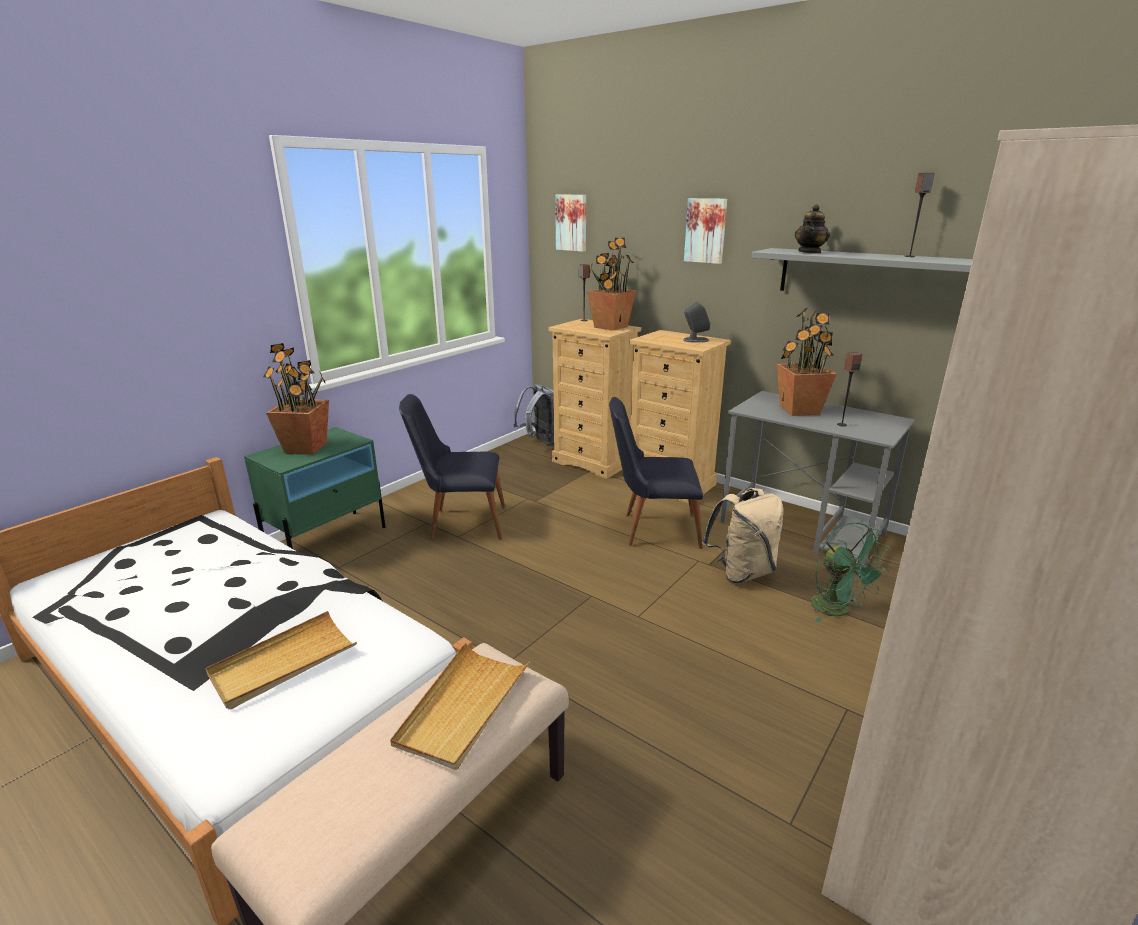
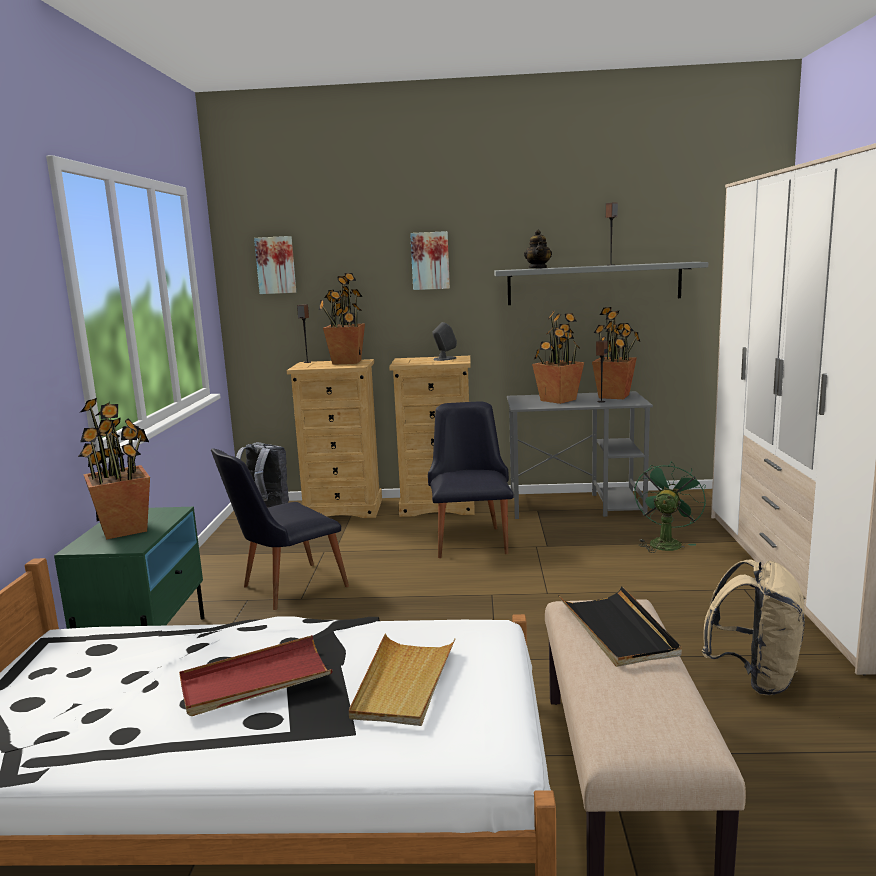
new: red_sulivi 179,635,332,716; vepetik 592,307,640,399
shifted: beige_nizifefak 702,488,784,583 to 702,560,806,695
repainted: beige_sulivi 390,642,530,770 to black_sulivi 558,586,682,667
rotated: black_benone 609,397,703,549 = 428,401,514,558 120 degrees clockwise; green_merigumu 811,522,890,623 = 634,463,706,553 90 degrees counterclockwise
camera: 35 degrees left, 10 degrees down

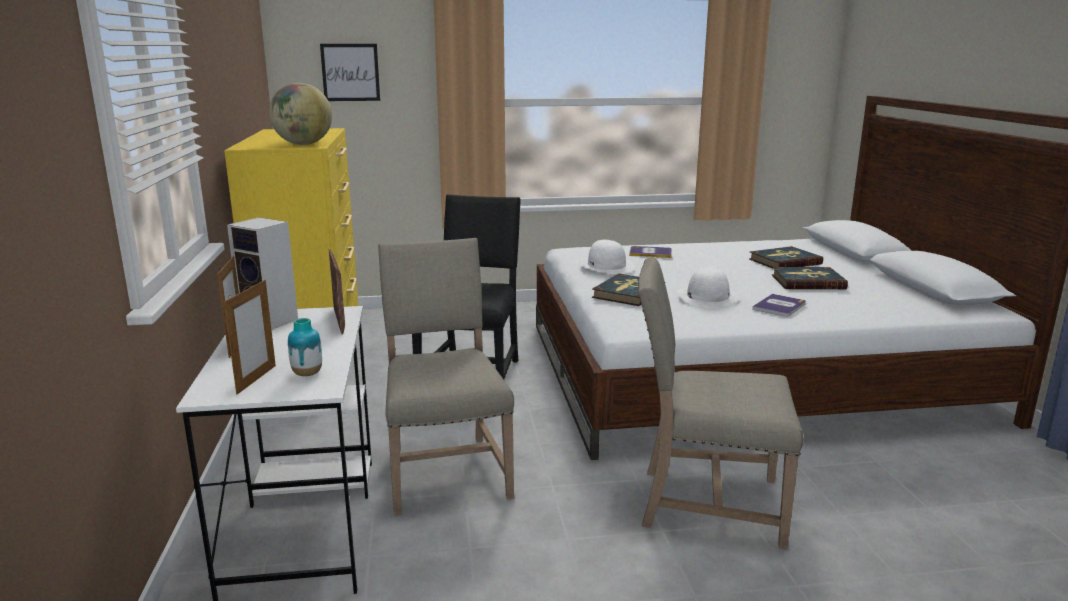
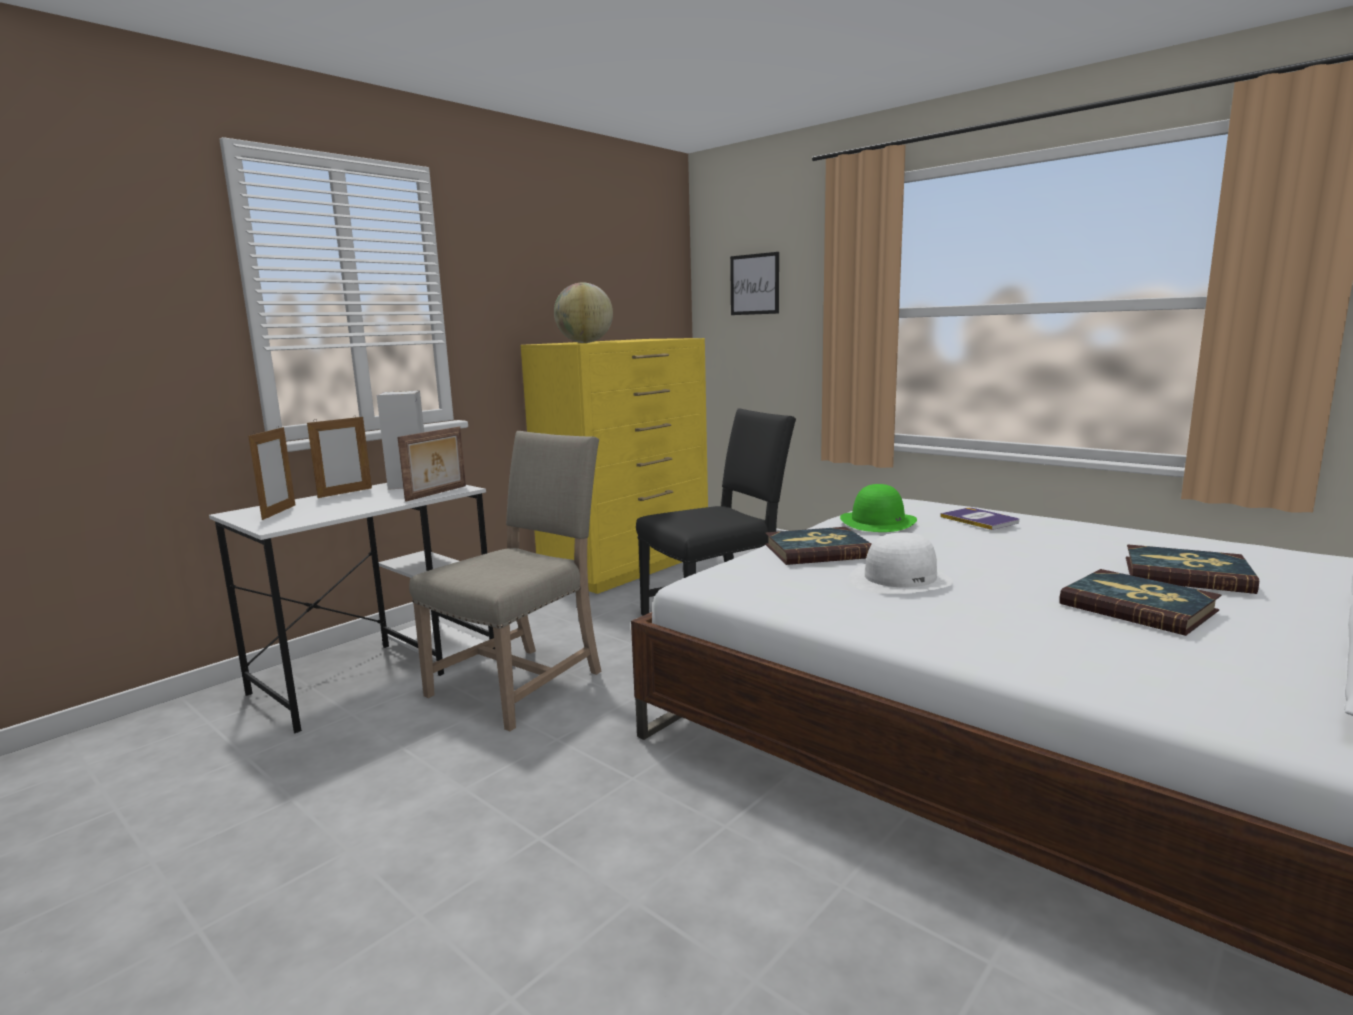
gone: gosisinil 288,318,322,376; beige_benone 638,257,804,549; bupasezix 752,294,806,316
repainted: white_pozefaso 579,240,635,274 to green_pozefaso 840,484,917,532
rotated: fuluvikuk 224,280,276,395 = 248,426,295,520 60 degrees counterclockwise
camera: 50 degrees right, 5 degrees down

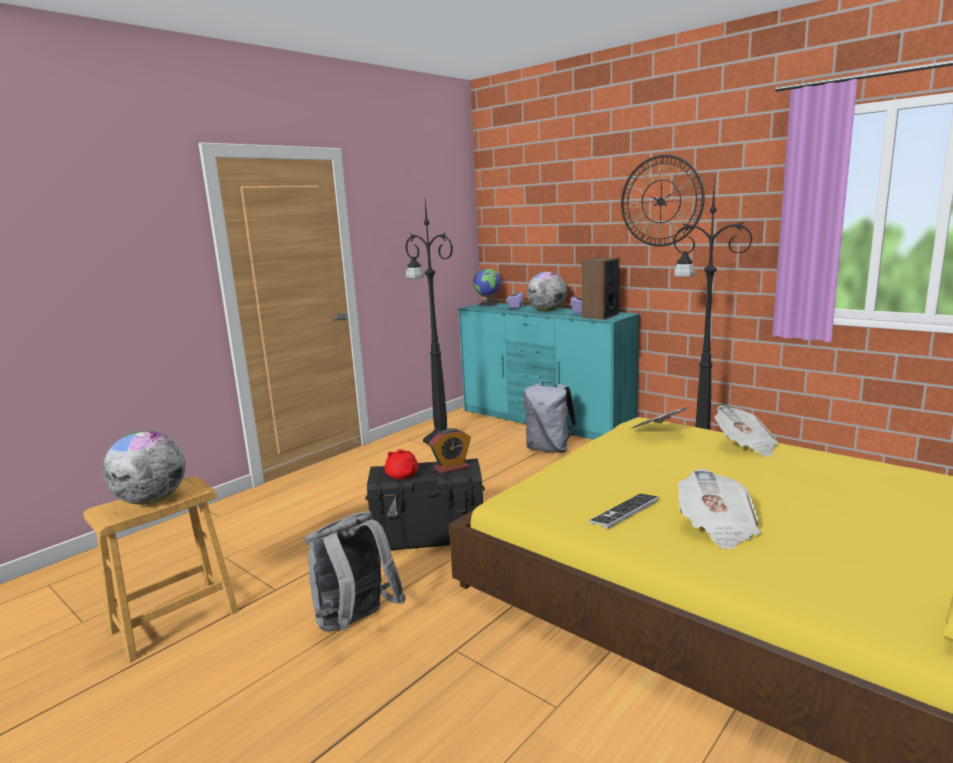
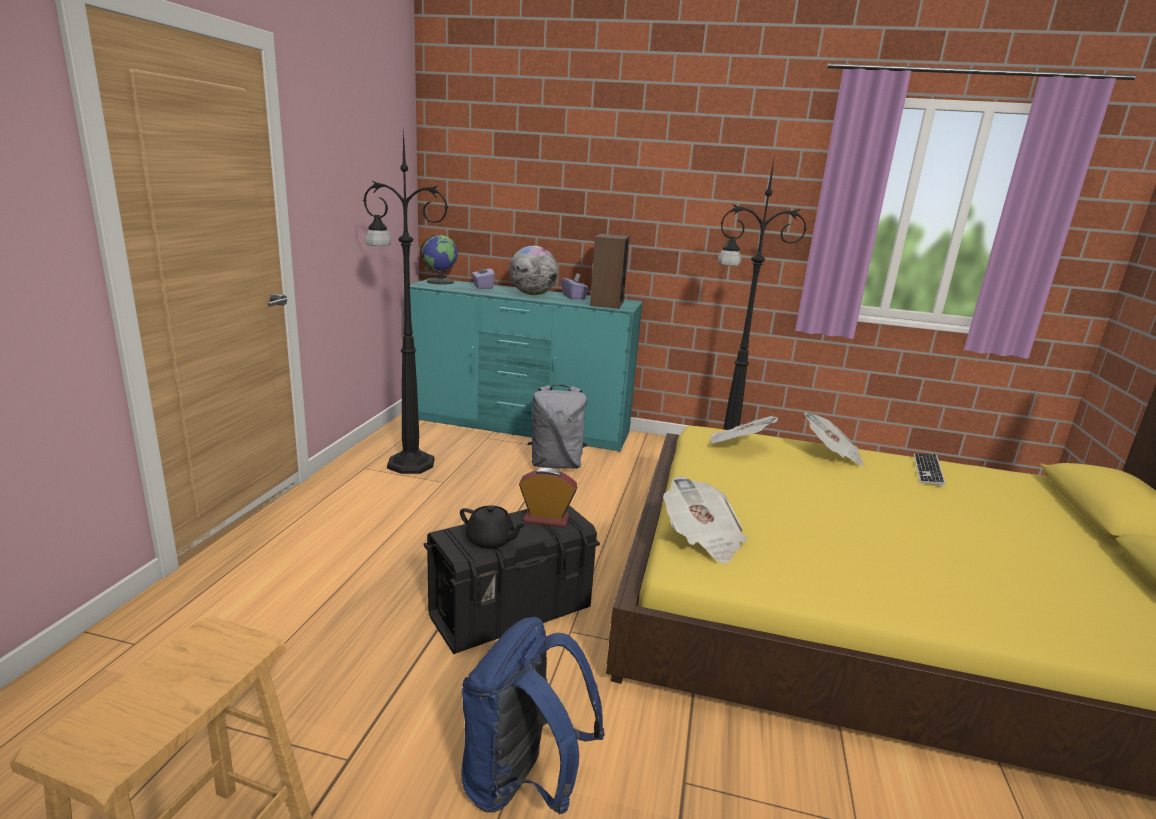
gone: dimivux 103,431,186,505; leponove 621,155,705,247
shifted: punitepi 589,494,659,529 to 914,454,946,486; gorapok 678,469,761,550 to 663,476,747,564
repainted: grey_nizifefak 305,511,406,631 to blue_nizifefak 462,617,605,814; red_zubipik 385,449,419,479 to black_zubipik 460,505,526,549
rotated: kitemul 429,428,471,474 = 519,468,577,527 120 degrees counterclockwise
camera: 30 degrees left, 5 degrees up

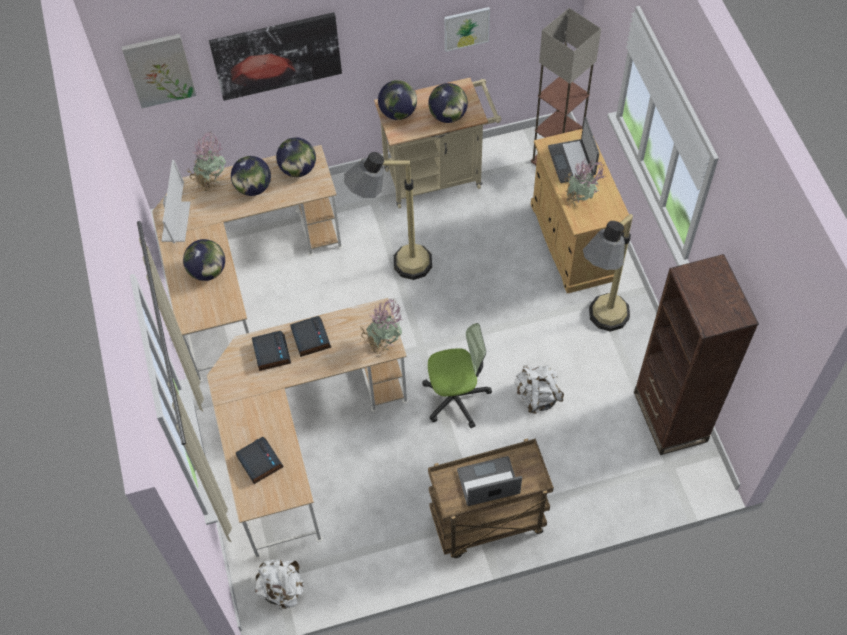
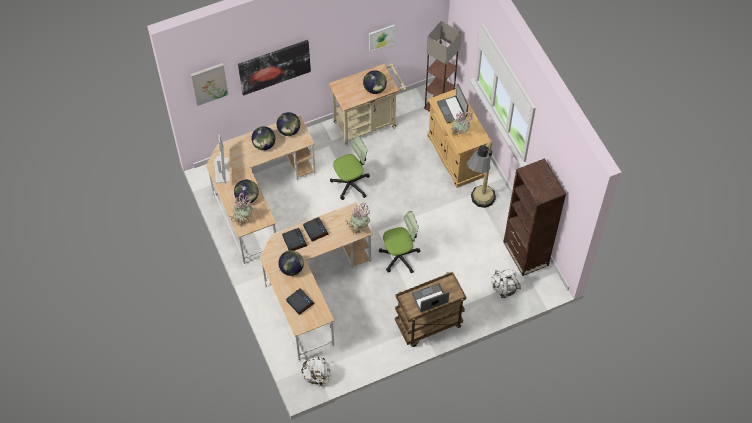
shifted: vepetik 187,131,226,191 to 230,192,253,226; dimivux 378,80,417,120 to 278,250,304,276; white_nizifefak 514,365,564,414 to 491,269,521,298
swapped: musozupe 344,152,432,280 to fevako 330,136,370,200
camera: 10 degrees left, 0 degrees up

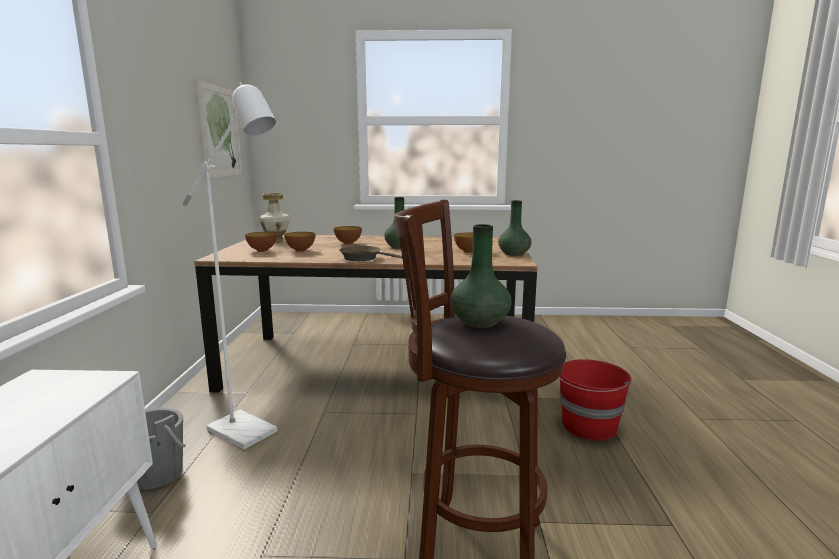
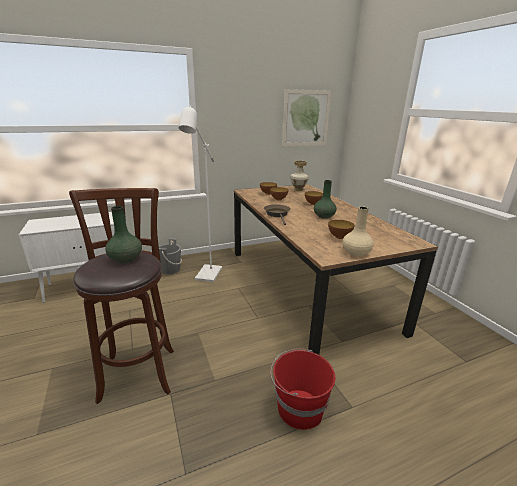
repainted: green_gosisinil 498,200,531,256 to beige_gosisinil 343,206,374,257
camera: 65 degrees right, 10 degrees up

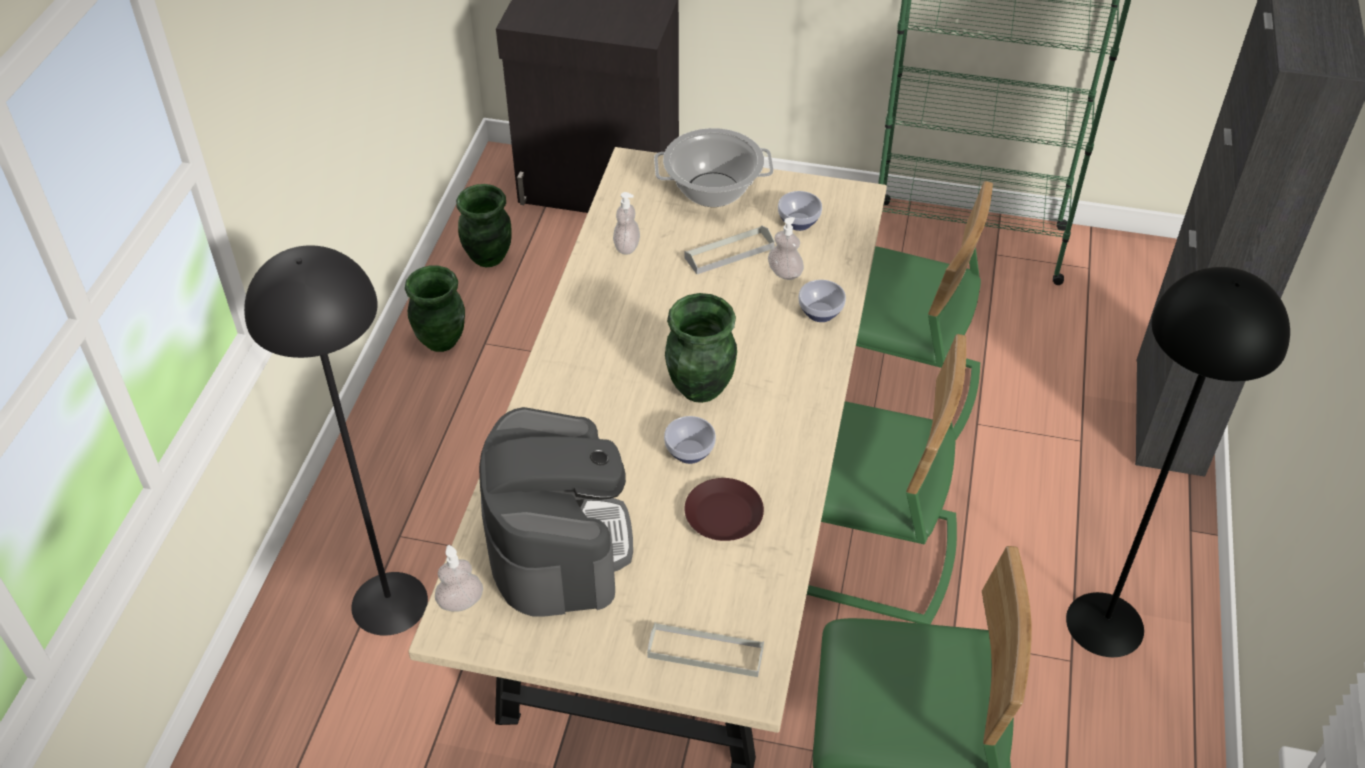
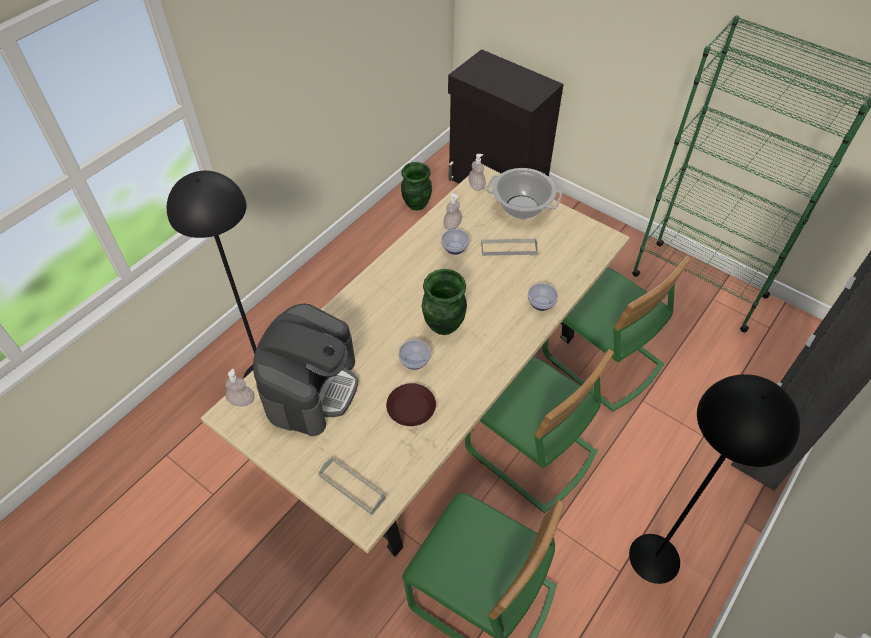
gone: green_gosisinil 405,265,465,352
shifted: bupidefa 768,217,804,280 to 468,154,486,191; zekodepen 778,191,822,231 to 441,229,470,255
camera: 25 degrees right, 5 degrees up

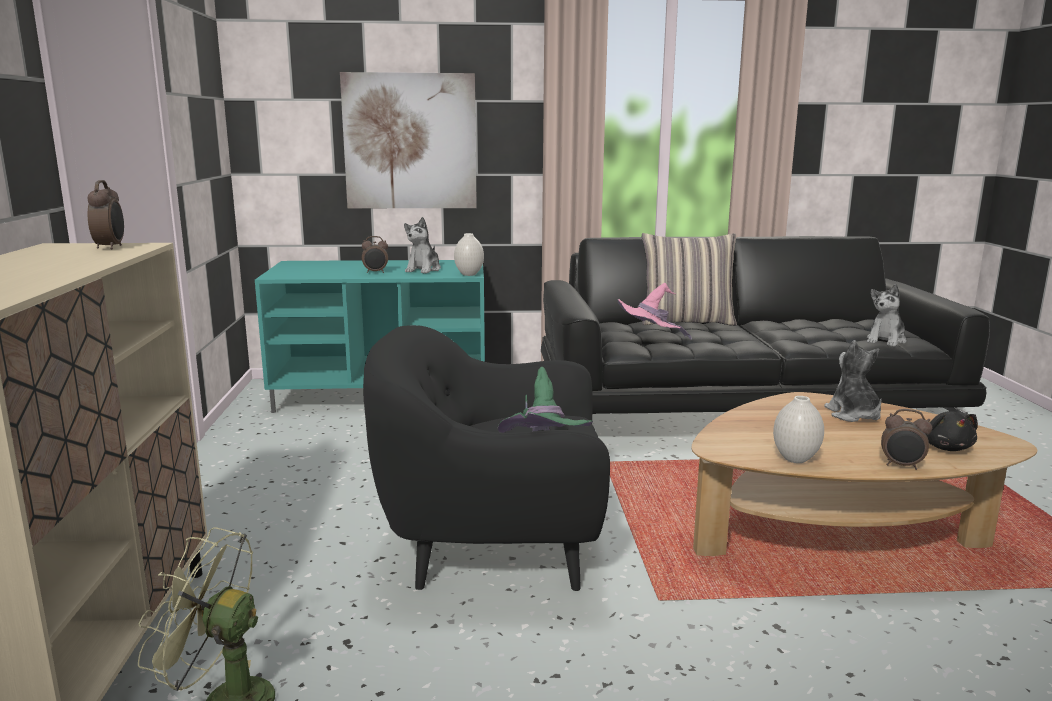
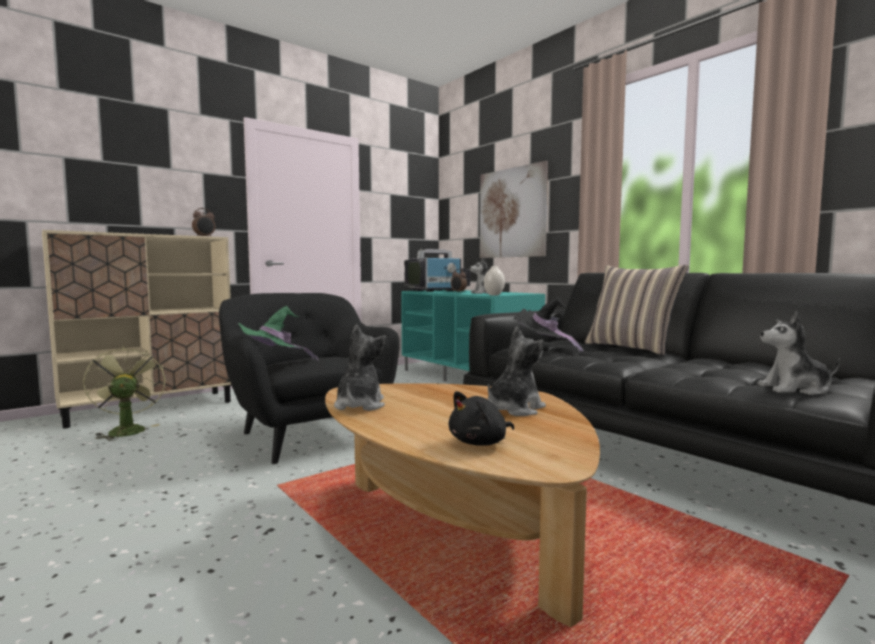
gone: kitemul 881,409,932,470
new: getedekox 404,248,470,292
swapped: white_gosisinil 773,396,824,463 to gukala 334,325,386,411
repainted: pink_pozefaso 617,283,692,340 to black_pozefaso 514,297,583,353
camera: 55 degrees right, 10 degrees down

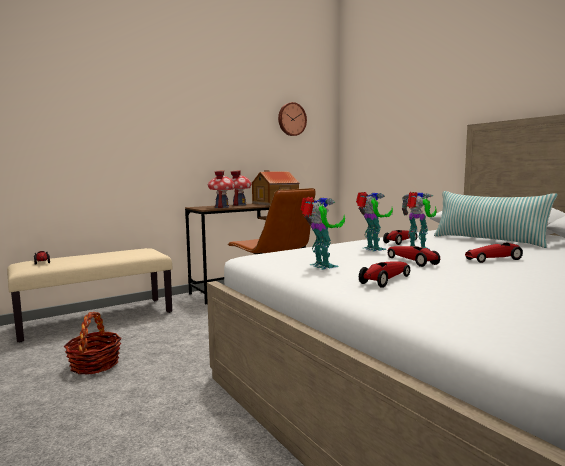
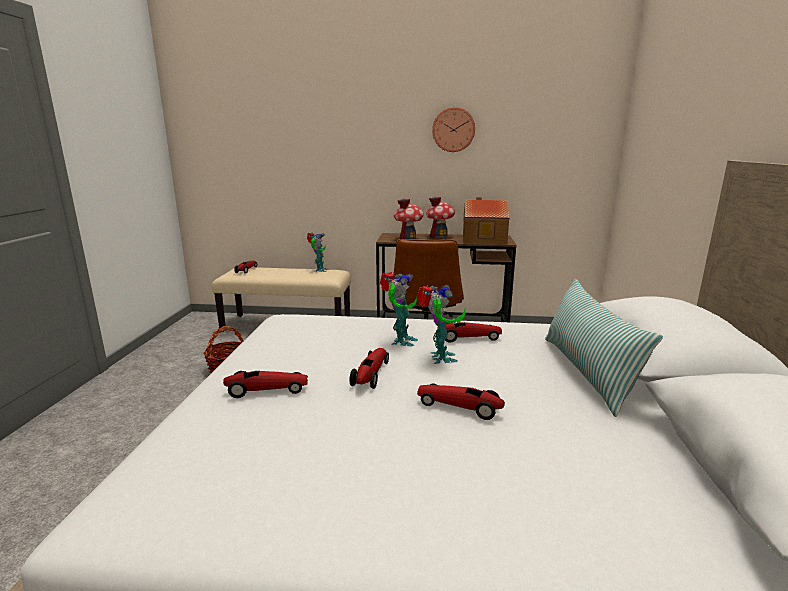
shifted: leponove 278,102,307,136 to 432,107,475,152; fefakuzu 300,197,345,270 to 307,232,329,272
camera: 40 degrees right, 10 degrees up

